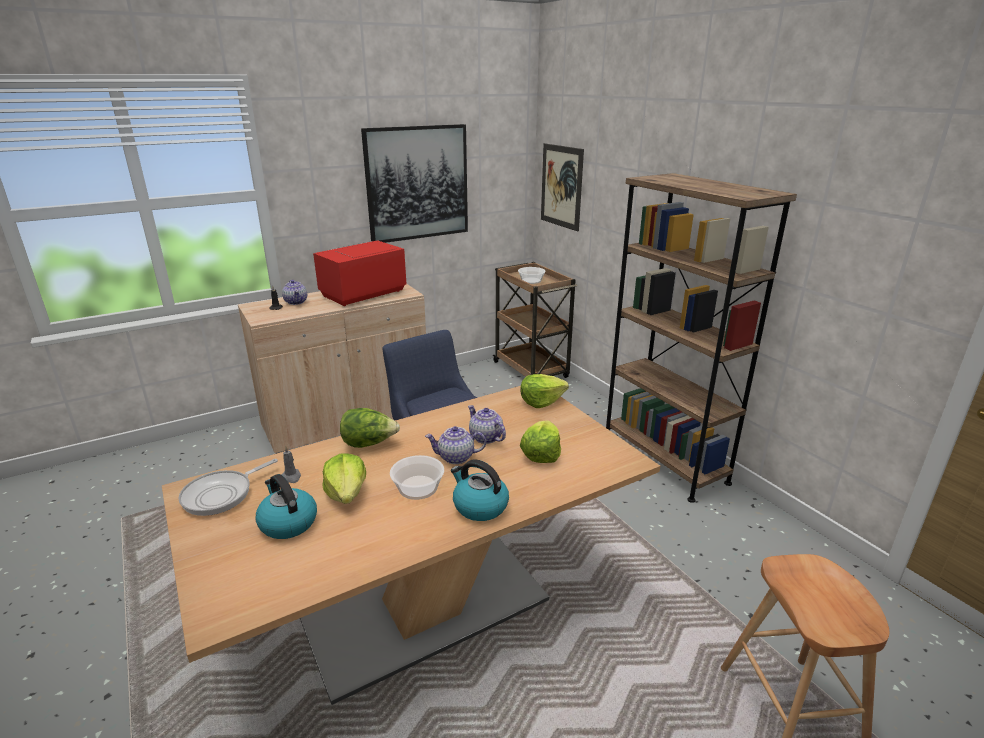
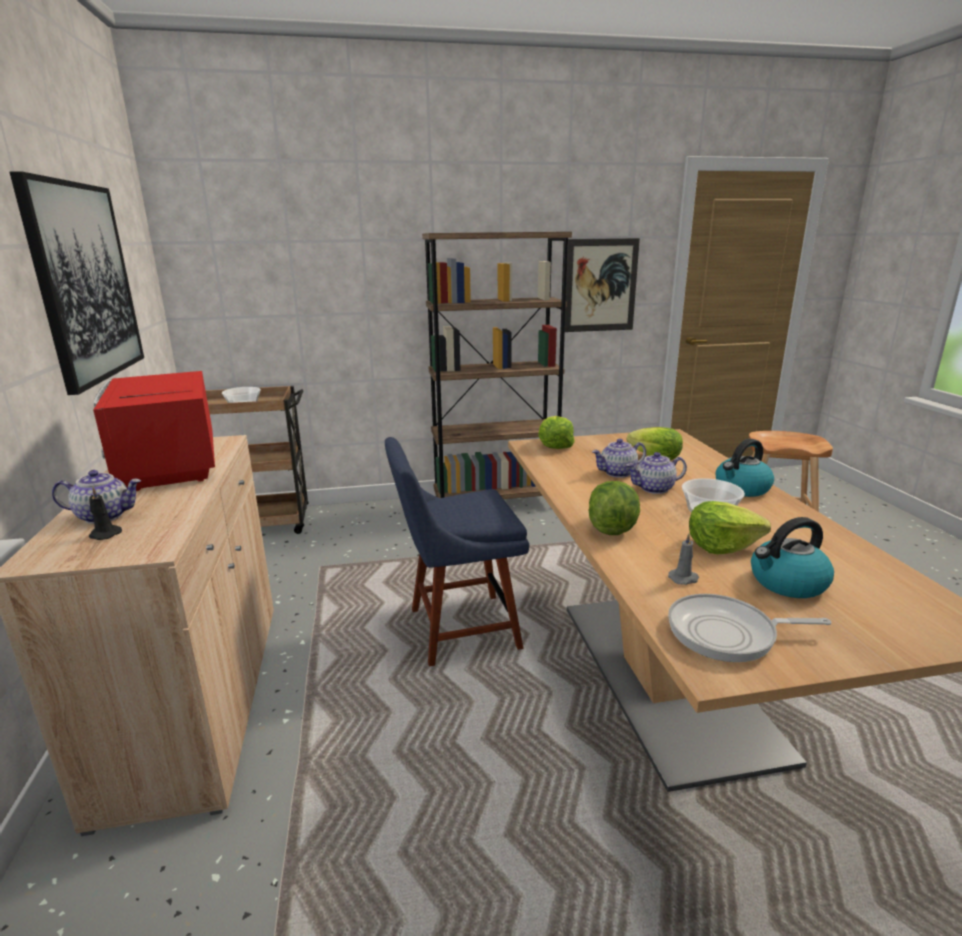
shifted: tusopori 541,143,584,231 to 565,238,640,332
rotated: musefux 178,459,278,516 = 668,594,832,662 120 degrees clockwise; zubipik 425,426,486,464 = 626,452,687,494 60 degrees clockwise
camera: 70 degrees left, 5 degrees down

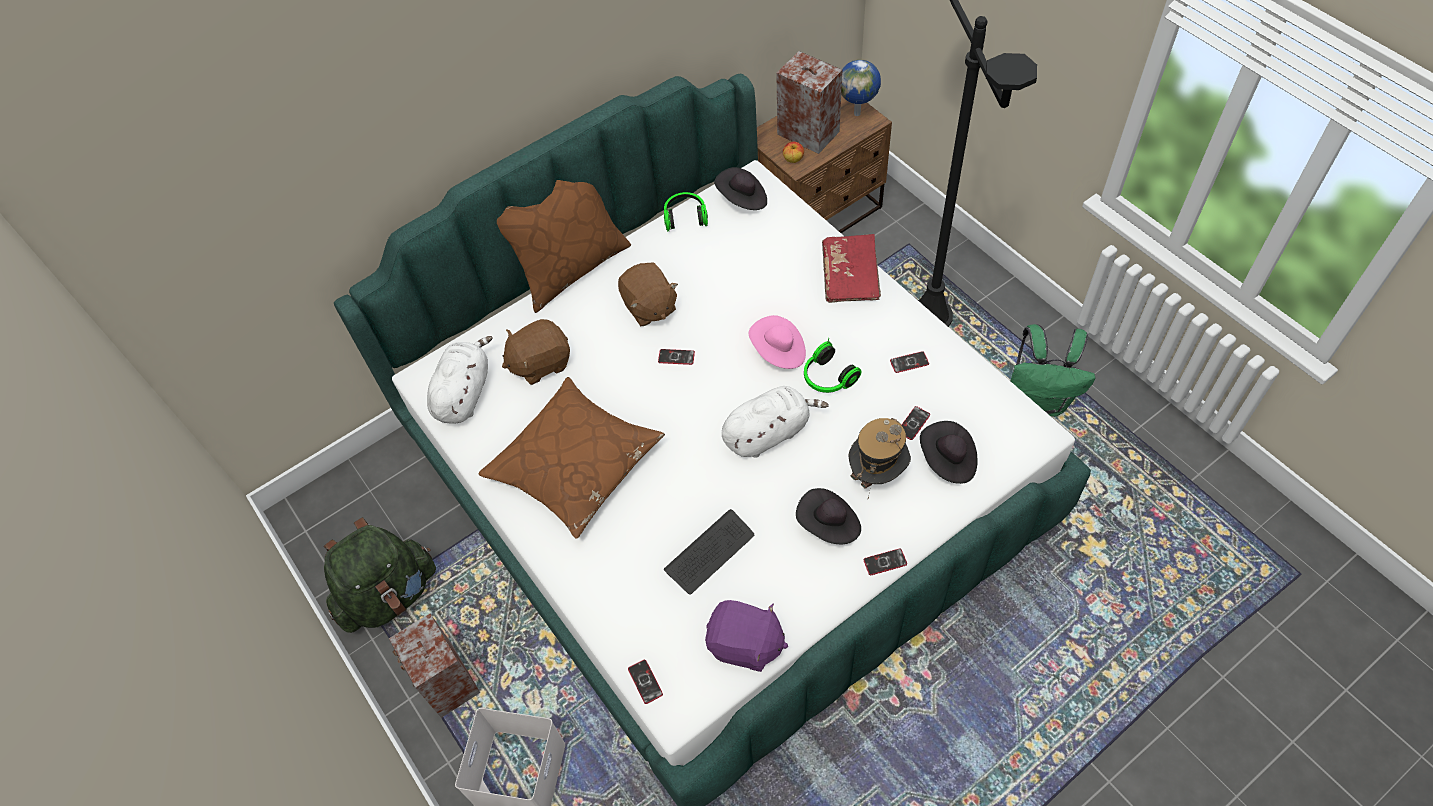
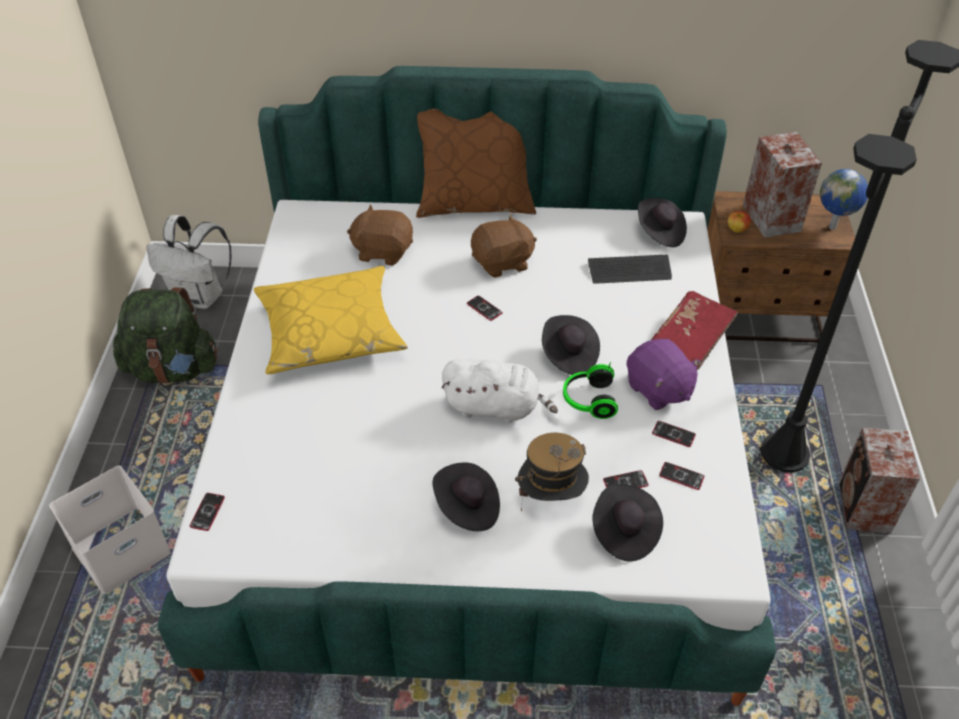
gone: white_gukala 427,336,493,424; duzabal 664,192,708,232; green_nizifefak 1011,324,1096,416
new: white_nizifefak 146,215,231,309
shifted: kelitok 389,613,480,718 to 839,428,920,534; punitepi 664,509,754,595 to 588,255,672,284; purple_gukala 705,600,788,672 to 626,339,701,410; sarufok 864,548,907,575 to 659,462,704,490
repainted: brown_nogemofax 478,377,665,539 to yellow_nogemofax 254,266,408,374; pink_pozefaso 749,315,806,369 to black_pozefaso 542,315,600,375
rotated: brown_gukala 618,262,678,326 = 471,214,537,278 120 degrees counterclockwise
camera: 35 degrees right, 10 degrees down

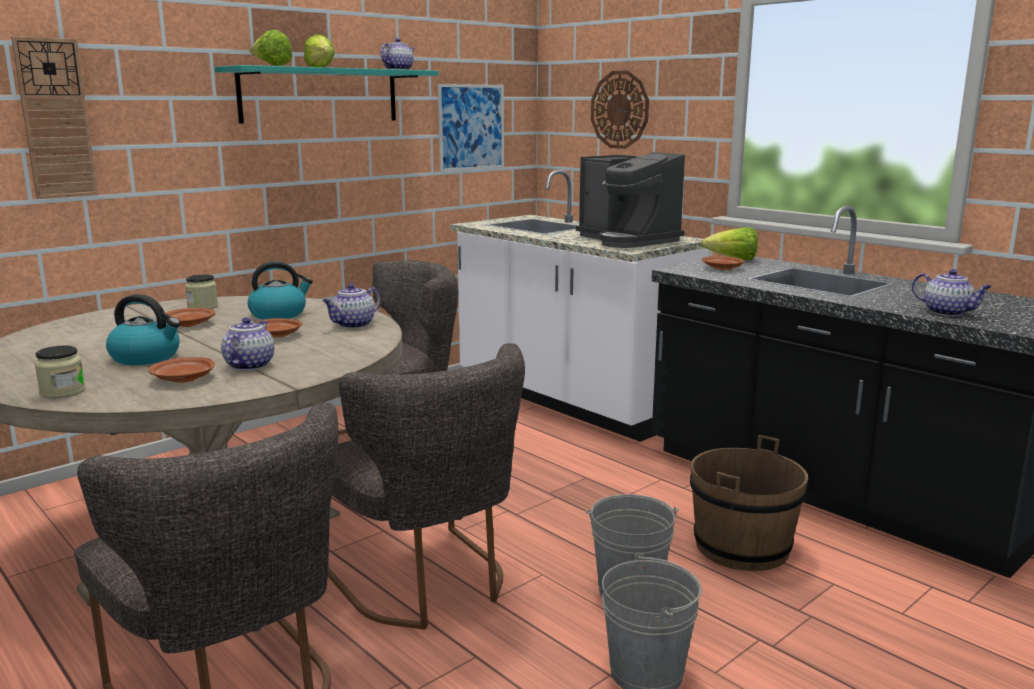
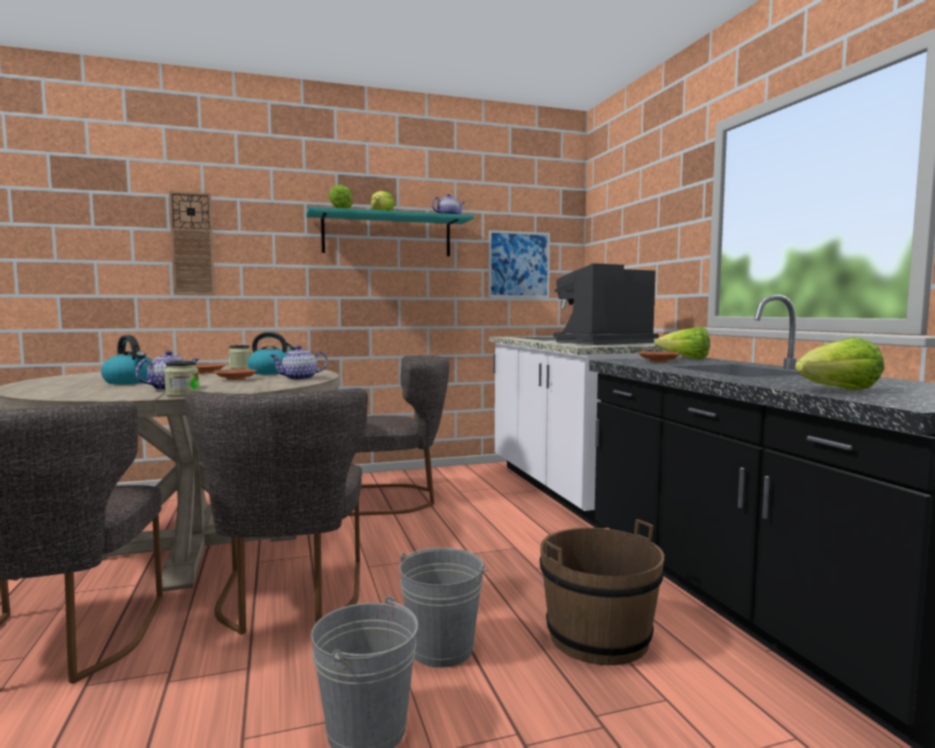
gone: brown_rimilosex 149,357,215,383; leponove 591,71,649,149
shifted: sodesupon 35,346,85,398 to 164,361,199,397
swapped: zubipik 912,269,992,316 to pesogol 795,337,884,390
rotated: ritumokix 576,152,685,248 = 553,263,658,345 75 degrees clockwise
camera: 25 degrees right, 10 degrees down

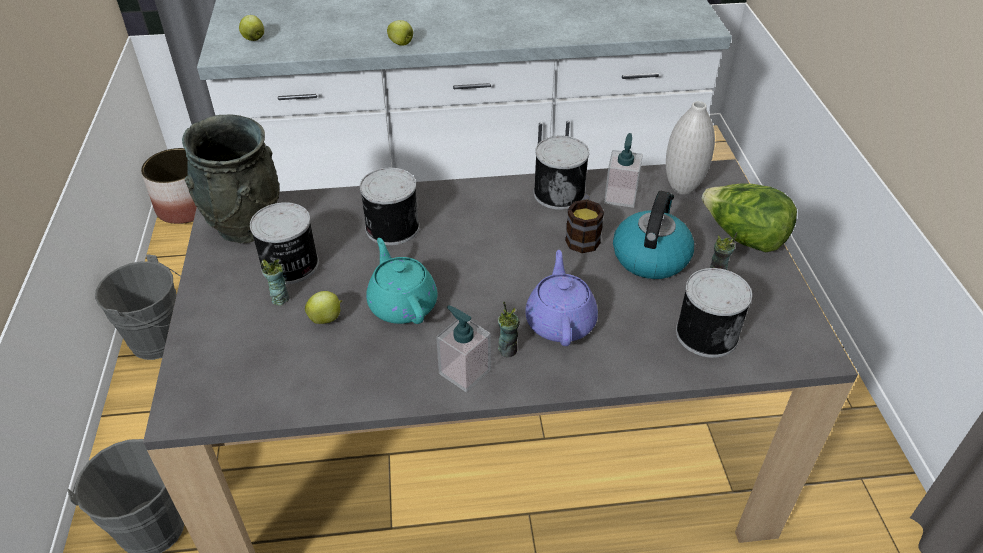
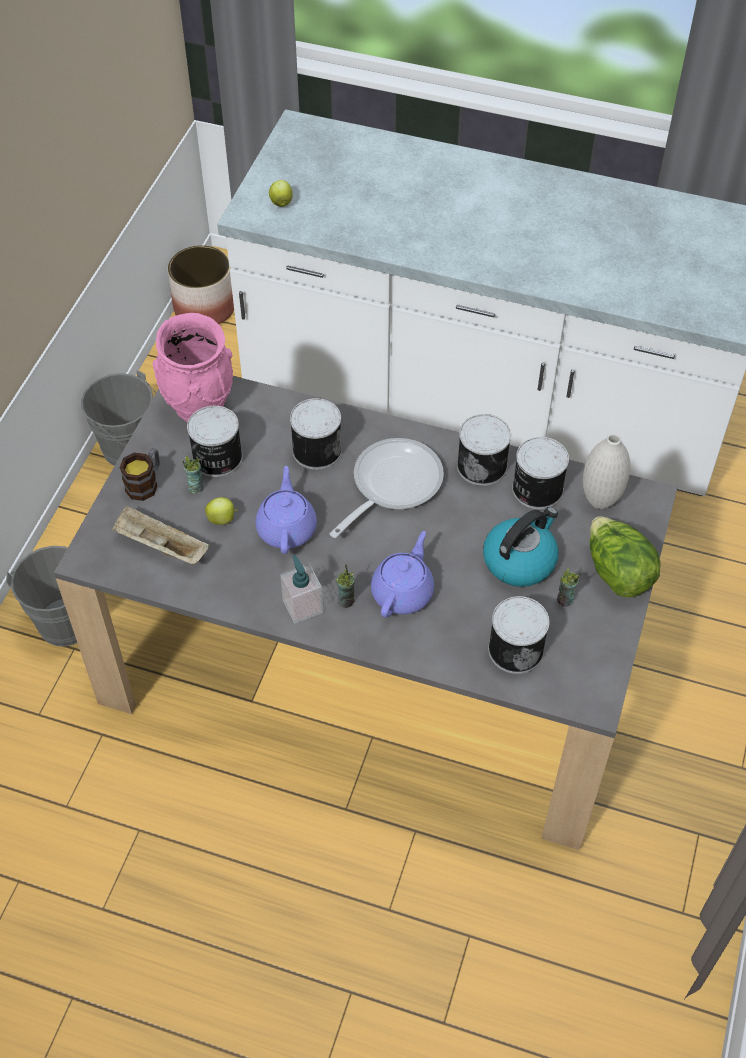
gone: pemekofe 387,20,413,46
new: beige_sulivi 112,505,210,564; musefux 330,438,444,538
shifted: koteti 565,194,604,253 to 120,448,160,501
swapped: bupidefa 604,133,643,208 to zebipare 512,437,569,509
repainted: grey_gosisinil 182,114,279,243 to pink_gosisinil 152,313,233,422; turquoise_zubipik 366,238,437,324 to purple_zubipik 255,466,317,554
camera: 25 degrees right, 10 degrees up

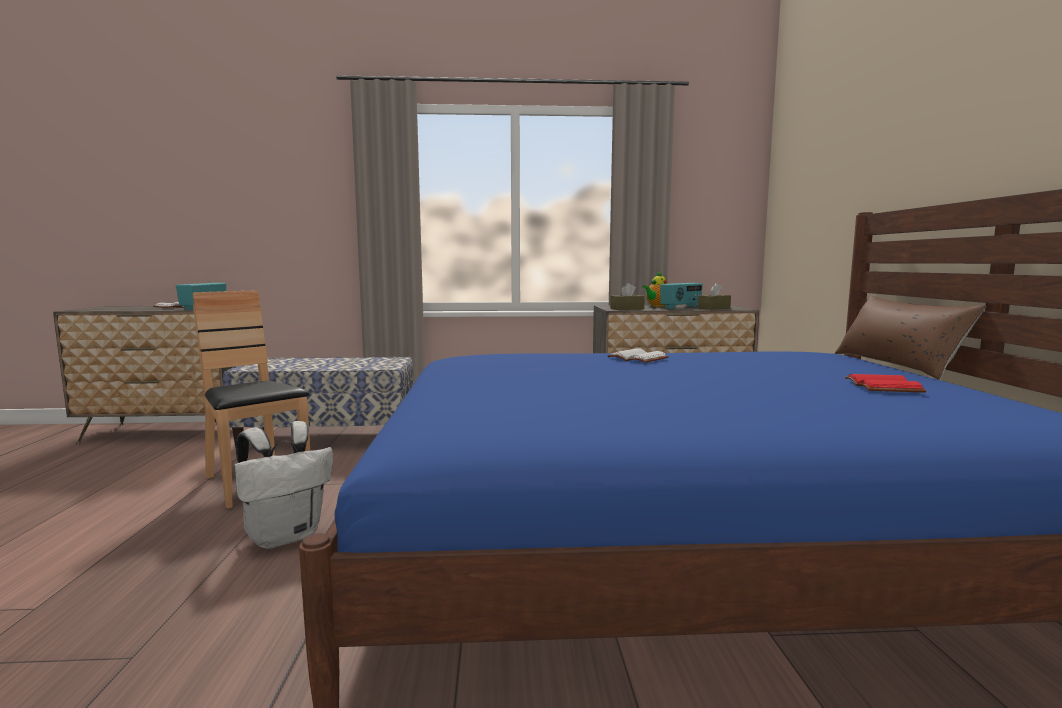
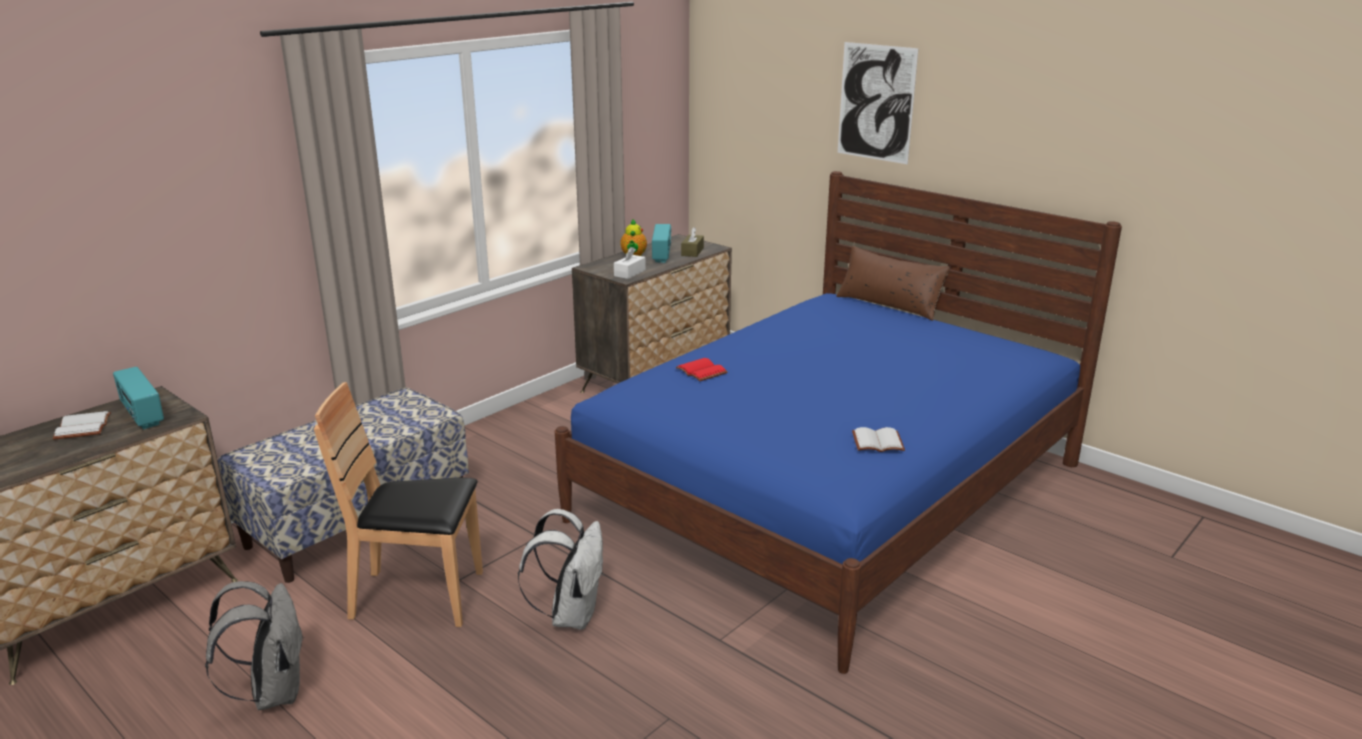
new: grey_nizifefak 205,581,304,711; tusopori 838,42,918,164
shifted: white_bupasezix 608,348,669,363 to 852,427,905,452; red_bupasezix 845,374,927,393 to 676,358,728,381
repainted: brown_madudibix 610,283,645,310 to white_madudibix 614,247,646,279
camera: 45 degrees left, 15 degrees up

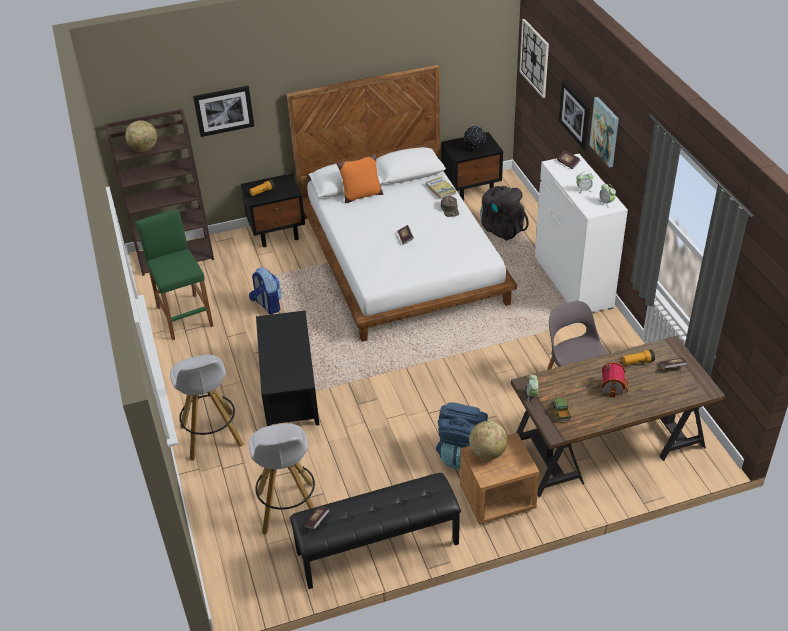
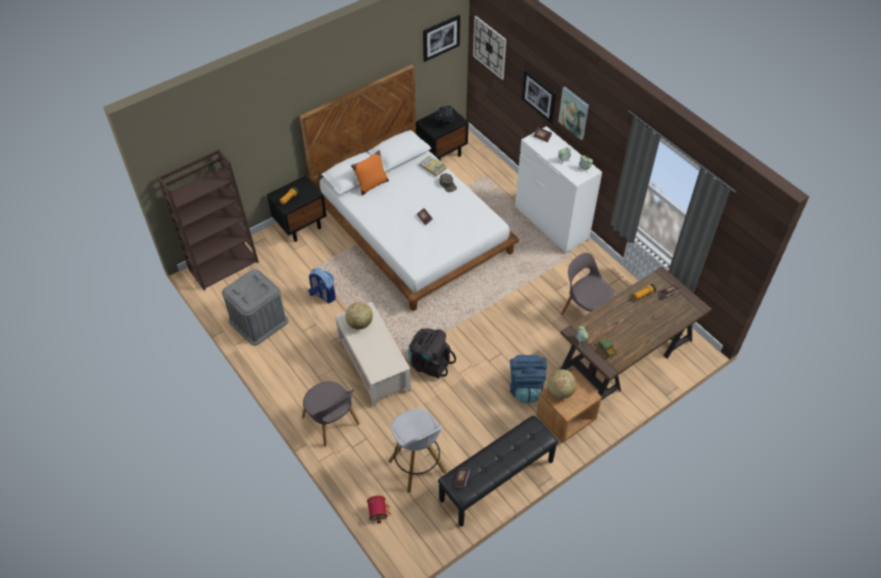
shifted: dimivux 125,120,157,152 to 345,302,373,330; tusopori 193,86,254,137 to 423,15,460,62; black_nizifefak 480,186,529,240 to 408,328,456,378; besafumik 602,362,629,398 to 367,495,391,524
swapped: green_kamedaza 135,209,213,340 to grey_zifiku 222,269,289,346; white_kamedaza 170,355,244,461 to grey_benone 302,381,360,447
repainted: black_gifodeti 256,311,320,426 to beige_gifodeti 335,302,411,407
camera: 20 degrees left, 10 degrees up

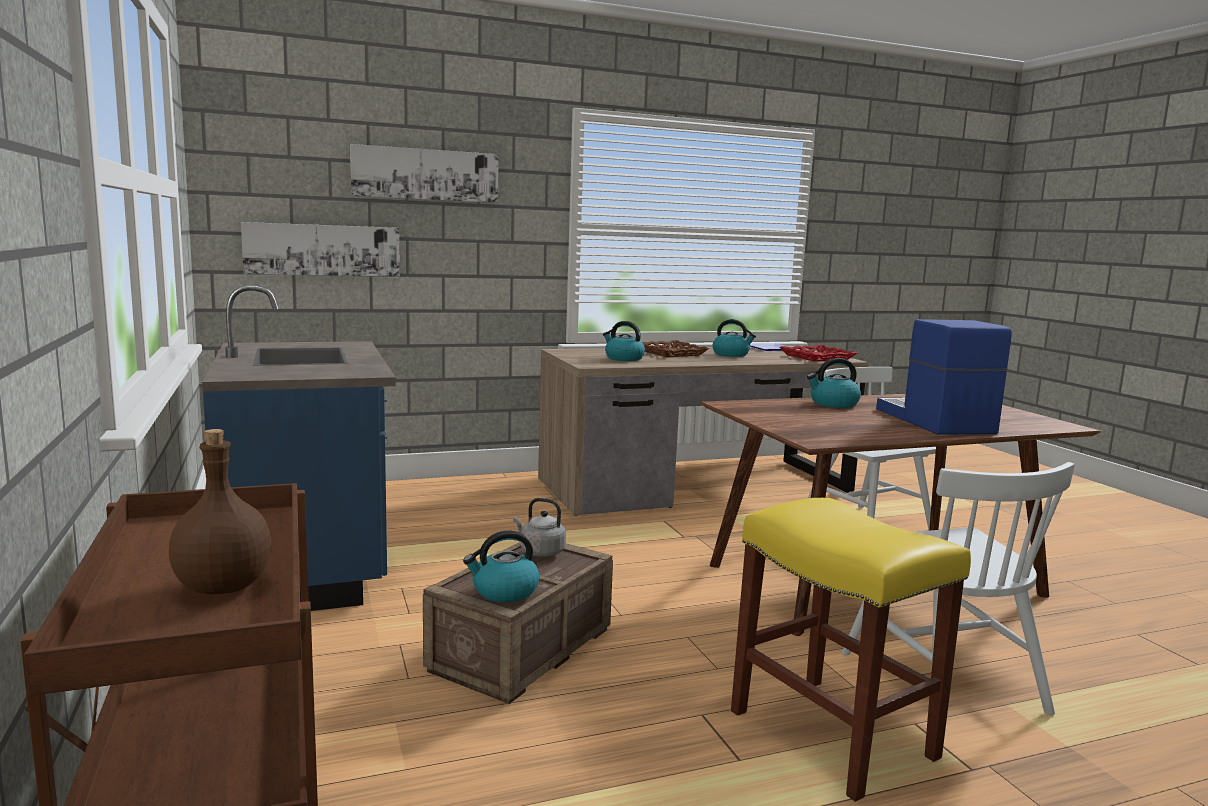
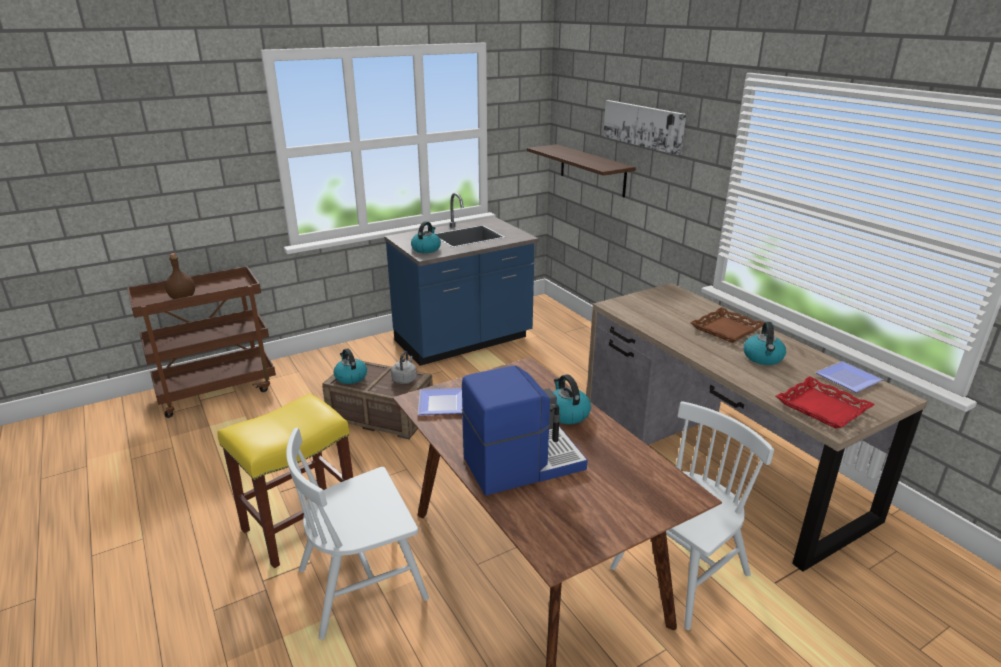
new: rimilosex 418,388,462,415
shifted: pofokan 603,321,645,361 to 411,221,441,253
swapped: tusopori 241,222,400,277 to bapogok 527,144,636,197
camera: 80 degrees right, 15 degrees up

